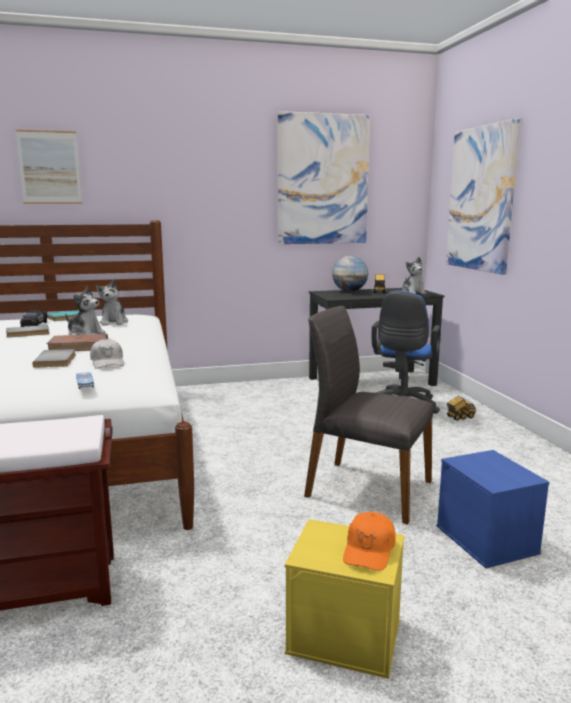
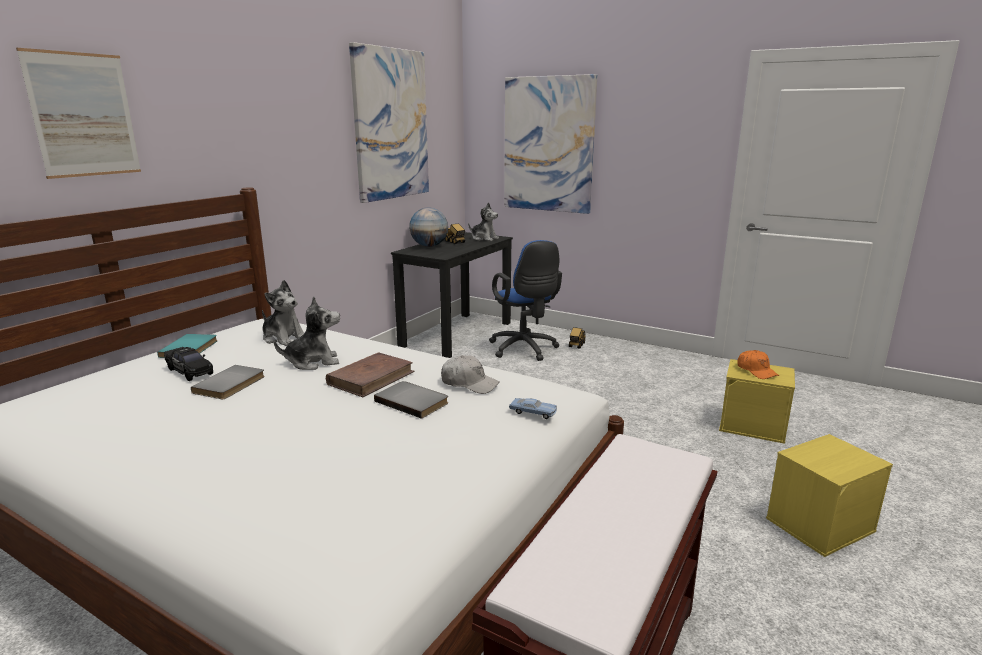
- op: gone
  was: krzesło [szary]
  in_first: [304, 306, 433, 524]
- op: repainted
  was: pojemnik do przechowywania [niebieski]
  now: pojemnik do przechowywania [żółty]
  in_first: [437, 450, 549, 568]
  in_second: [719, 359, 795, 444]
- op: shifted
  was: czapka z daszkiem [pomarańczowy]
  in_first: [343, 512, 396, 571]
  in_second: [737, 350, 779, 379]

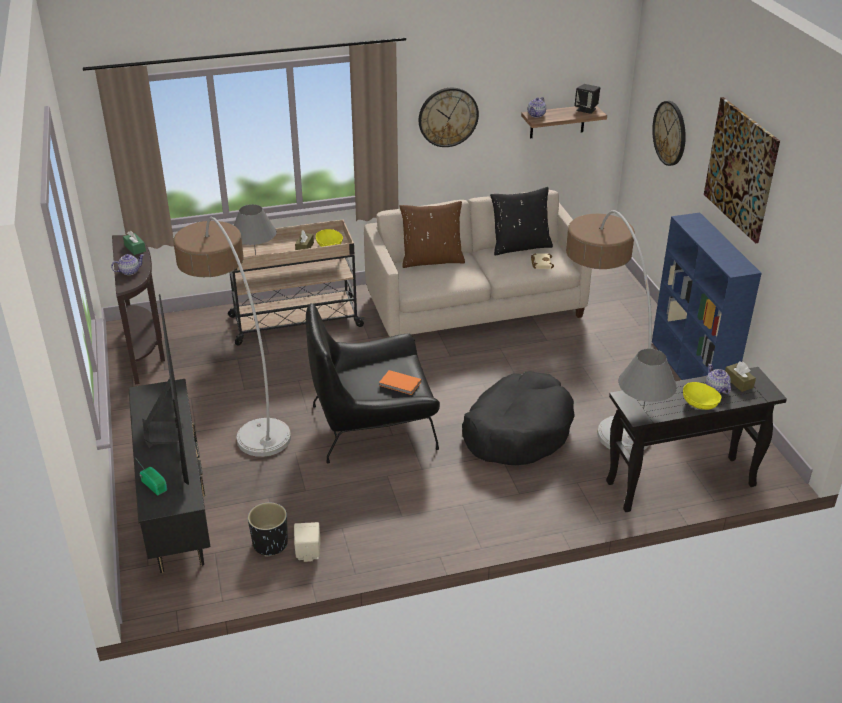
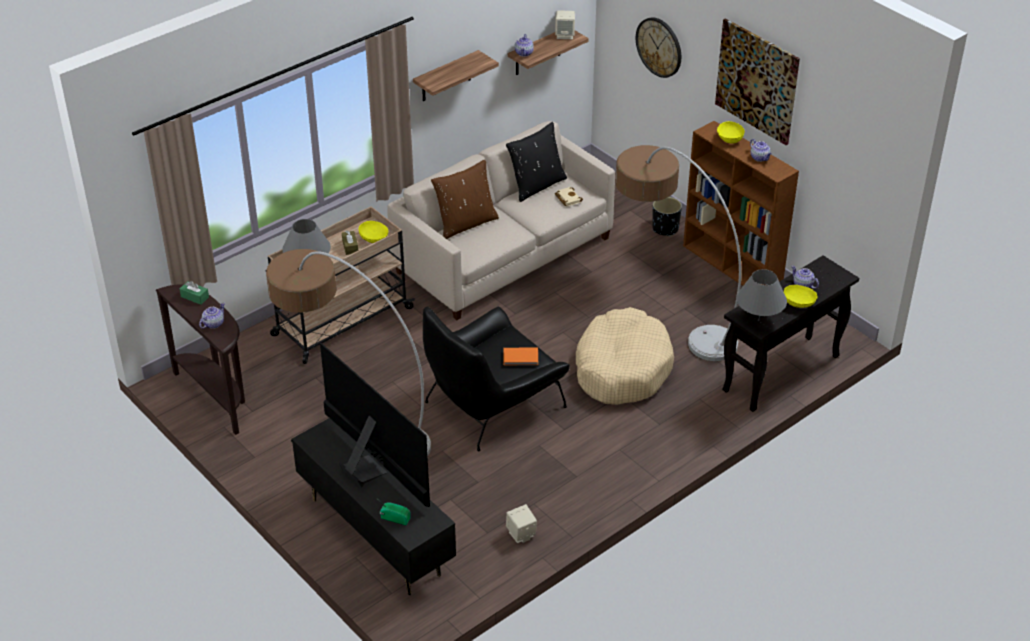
- op: repainted
  was: głośnik [czarny]
  now: głośnik [beżowy]
  in_first: [574, 84, 600, 114]
  in_second: [555, 10, 575, 39]
- op: swapped
  was: zegar ścienny
  now: półka
  in_first: [419, 88, 479, 147]
  in_second: [413, 50, 499, 101]
- op: repainted
  was: regał [niebieski]
  now: regał [brązowy]
  in_first: [652, 212, 762, 380]
  in_second: [683, 121, 799, 286]
- op: gone
  was: pudełko chusteczek [brązowy]
  in_first: [725, 361, 756, 392]
- op: repainted
  was: legowisko [czarny]
  now: legowisko [beżowy]
  in_first: [462, 371, 575, 465]
  in_second: [576, 307, 674, 405]
- op: shifted
  was: donica [czarny]
  in_first: [248, 503, 288, 557]
  in_second: [652, 197, 682, 236]
- op: new
  now: miska [żółty]
  in_second: [717, 121, 745, 143]
- op: new
  now: imbryk
  in_second: [750, 139, 772, 162]

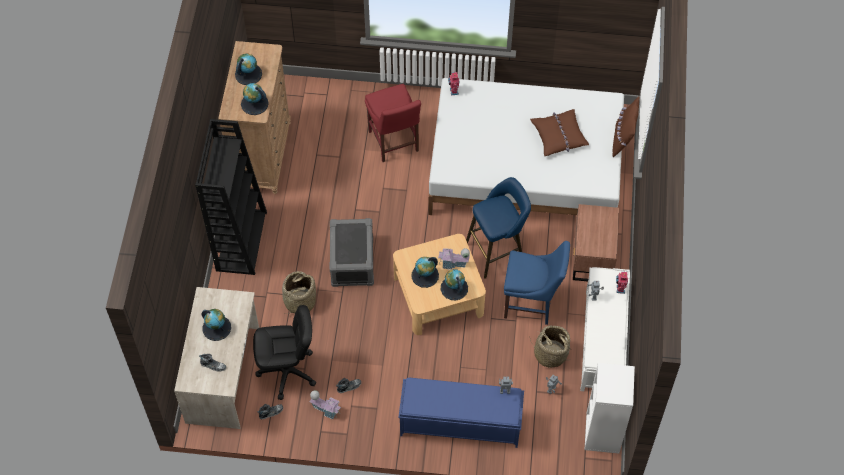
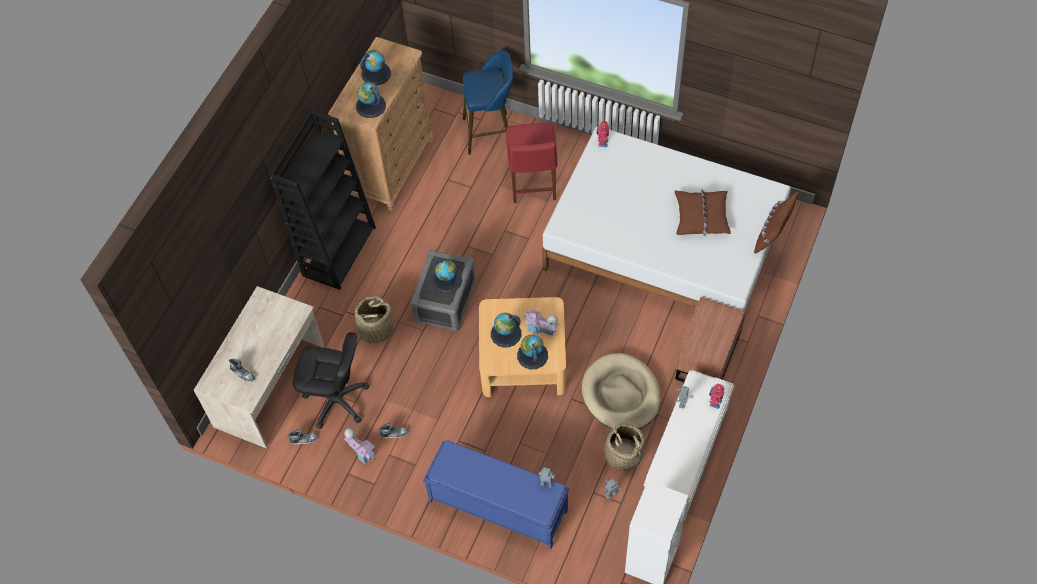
- op: shifted
  was: stołek [niebieski]
  in_first: [466, 177, 531, 279]
  in_second: [463, 50, 513, 155]
- op: swapped
  was: krzesło [niebieski]
  now: legowisko [beżowy]
  in_first: [504, 241, 570, 325]
  in_second: [582, 353, 661, 429]
- op: shifted
  was: globus
  in_first: [202, 309, 231, 341]
  in_second: [432, 258, 462, 294]

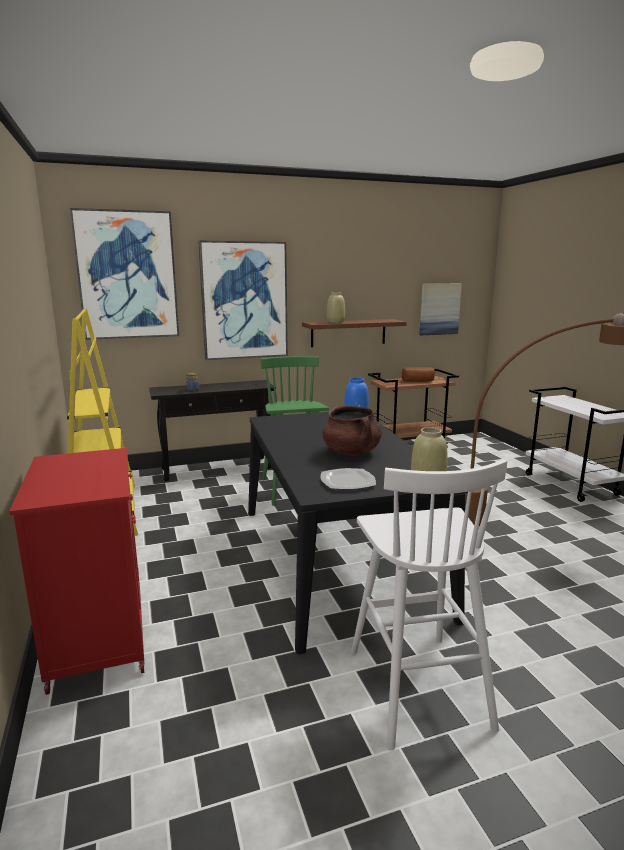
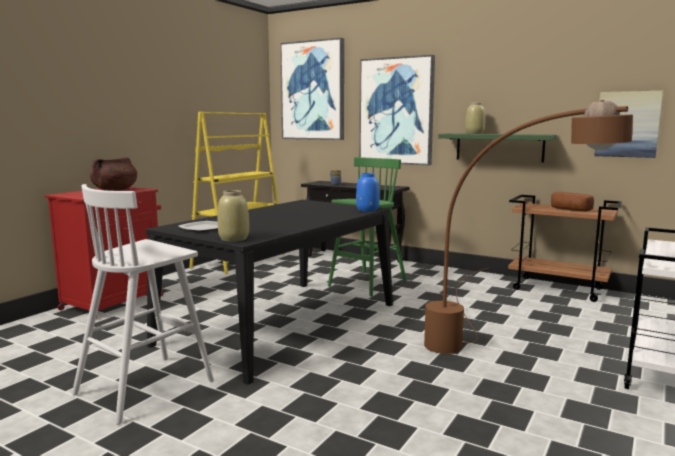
- op: repainted
  was: półka [brązowy]
  now: półka [zielony]
  in_first: [302, 319, 407, 347]
  in_second: [438, 133, 557, 163]
- op: shifted
  was: garnek [brązowy]
  in_first: [322, 405, 382, 456]
  in_second: [90, 157, 137, 191]

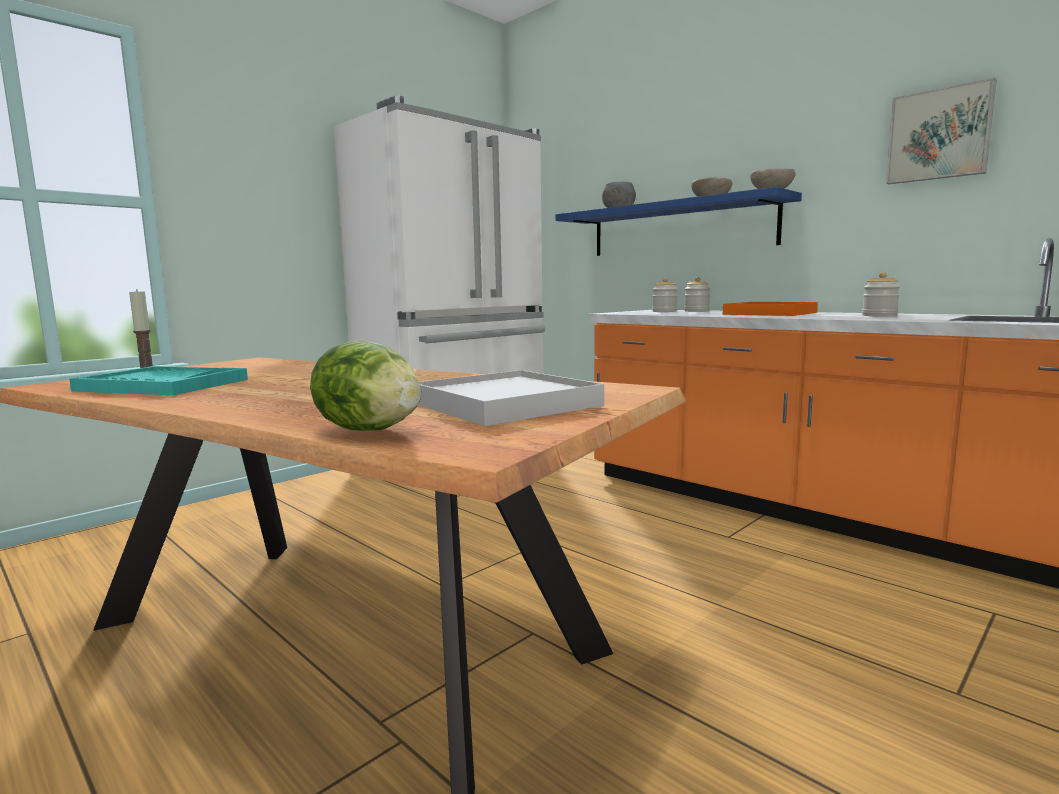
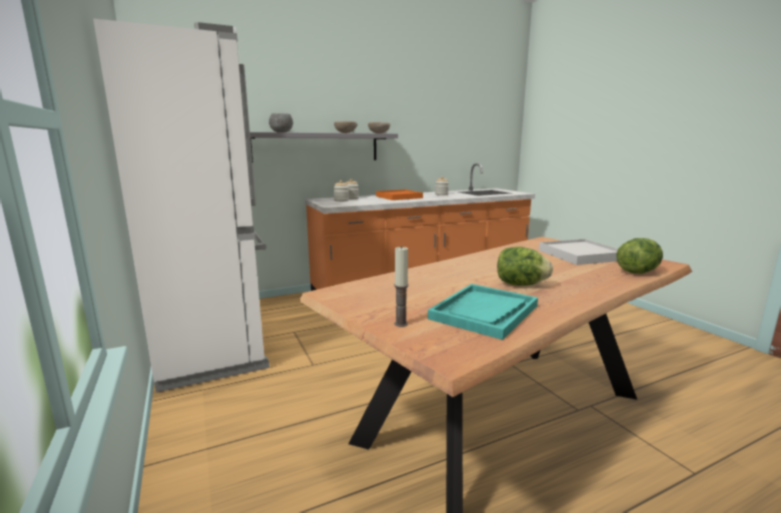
- op: gone
  was: obraz
  in_first: [886, 77, 996, 184]
- op: repainted
  was: półka [niebieski]
  now: półka [szary]
  in_first: [556, 187, 802, 256]
  in_second: [250, 132, 398, 163]
- op: new
  now: sałata
  in_second: [497, 247, 553, 286]

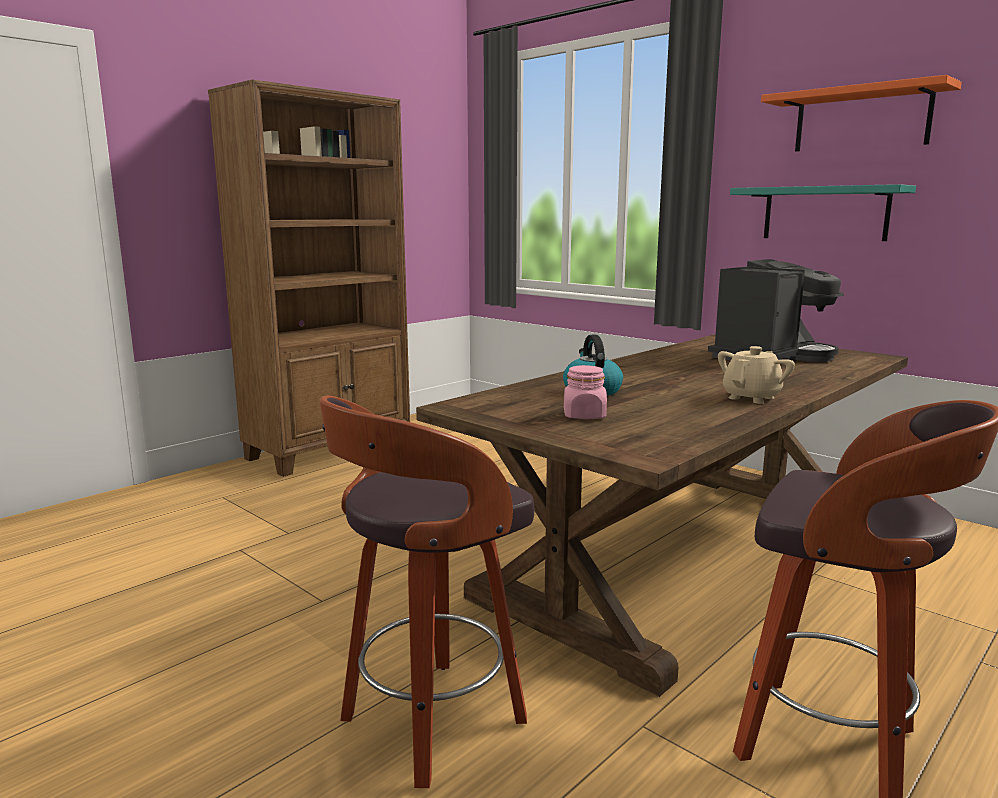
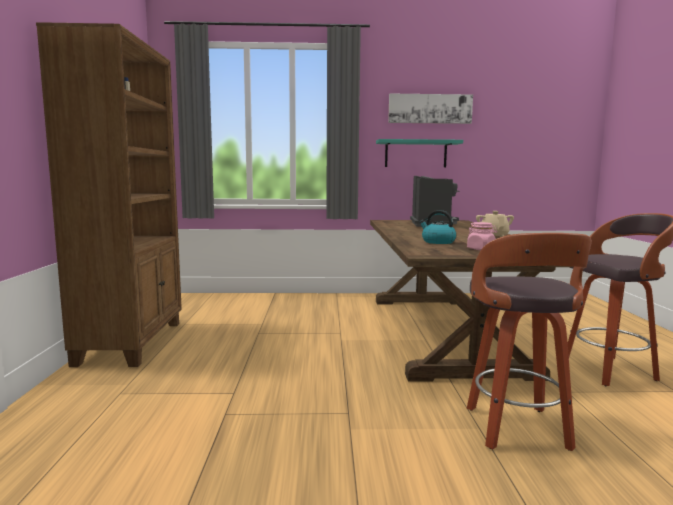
- op: swapped
  was: półka [pomarańczowy]
  now: obraz
  in_first: [761, 75, 962, 152]
  in_second: [388, 94, 473, 124]

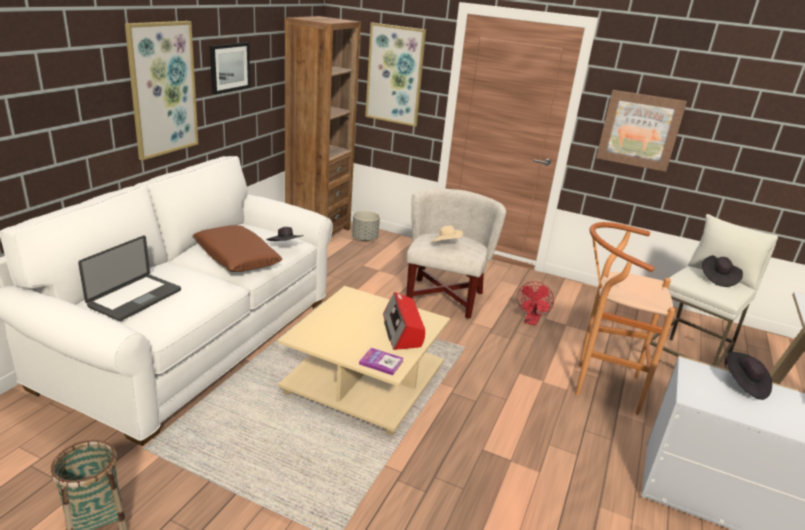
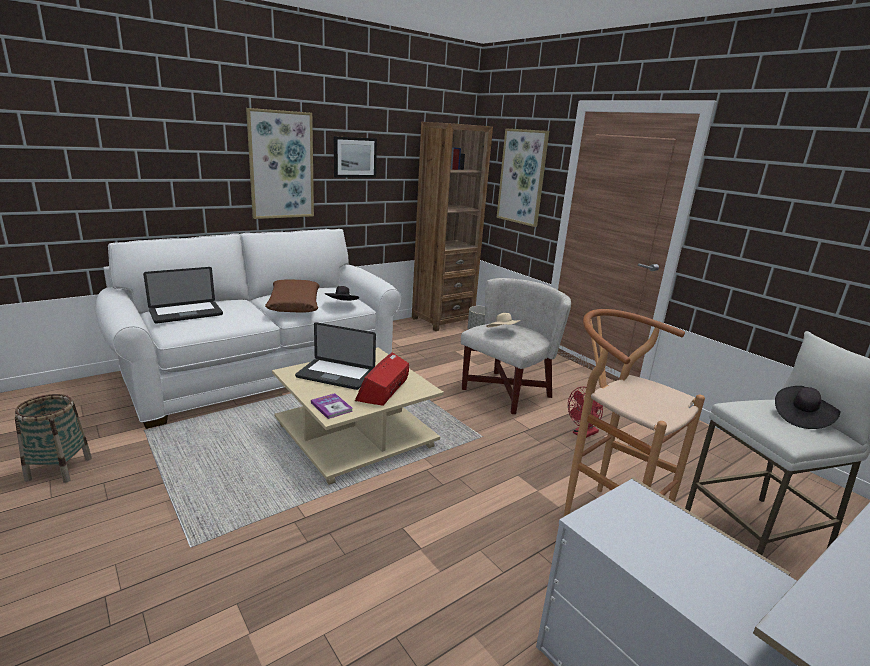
- op: gone
  was: obraz
  in_first: [596, 90, 687, 172]
- op: gone
  was: kapelusz [czarny]
  in_first: [727, 352, 772, 400]
- op: new
  now: laptop
  in_second: [295, 322, 376, 390]

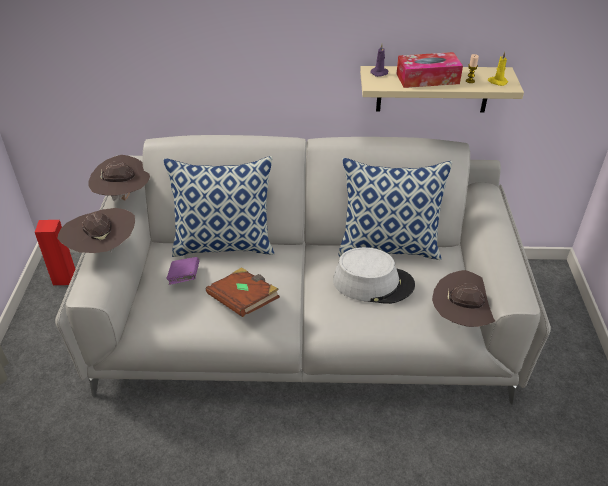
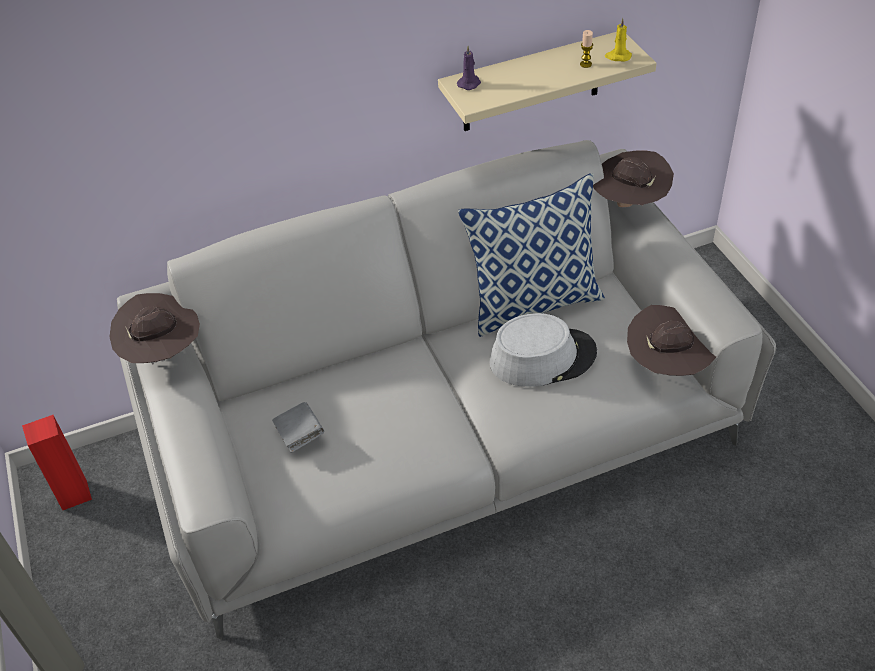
- op: gone
  was: pudełko chusteczek
  in_first: [396, 52, 463, 88]
- op: gone
  was: poduszka
  in_first: [163, 156, 274, 257]
- op: shifted
  was: kapelusz [brązowy]
  in_first: [57, 208, 135, 255]
  in_second: [593, 151, 674, 207]
- op: repainted
  was: książka [fioletowy]
  now: książka [szary]
  in_first: [166, 257, 199, 285]
  in_second: [272, 402, 324, 453]
- op: gone
  was: książka [brązowy]
  in_first: [206, 267, 280, 317]

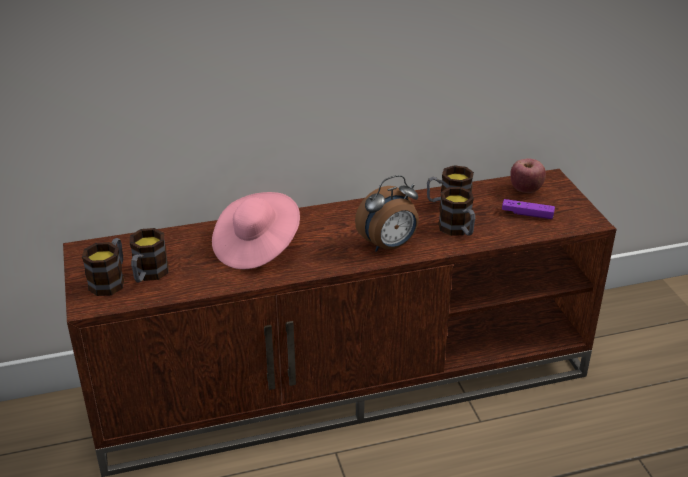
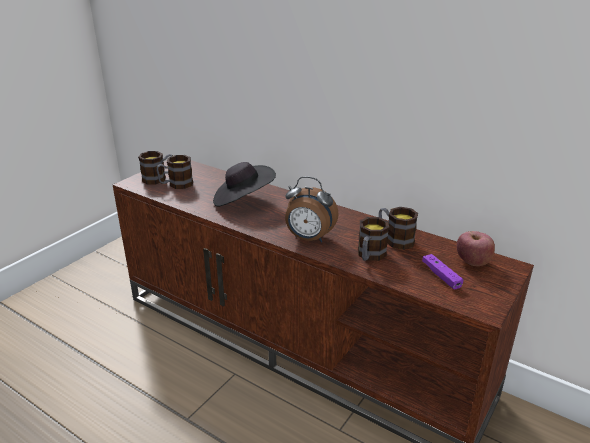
- op: repainted
  was: kapelusz [różowy]
  now: kapelusz [czarny]
  in_first: [212, 192, 300, 269]
  in_second: [213, 162, 276, 206]

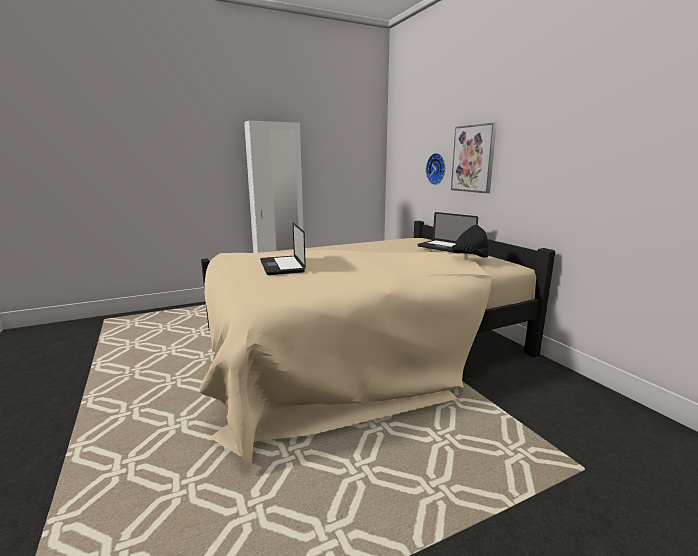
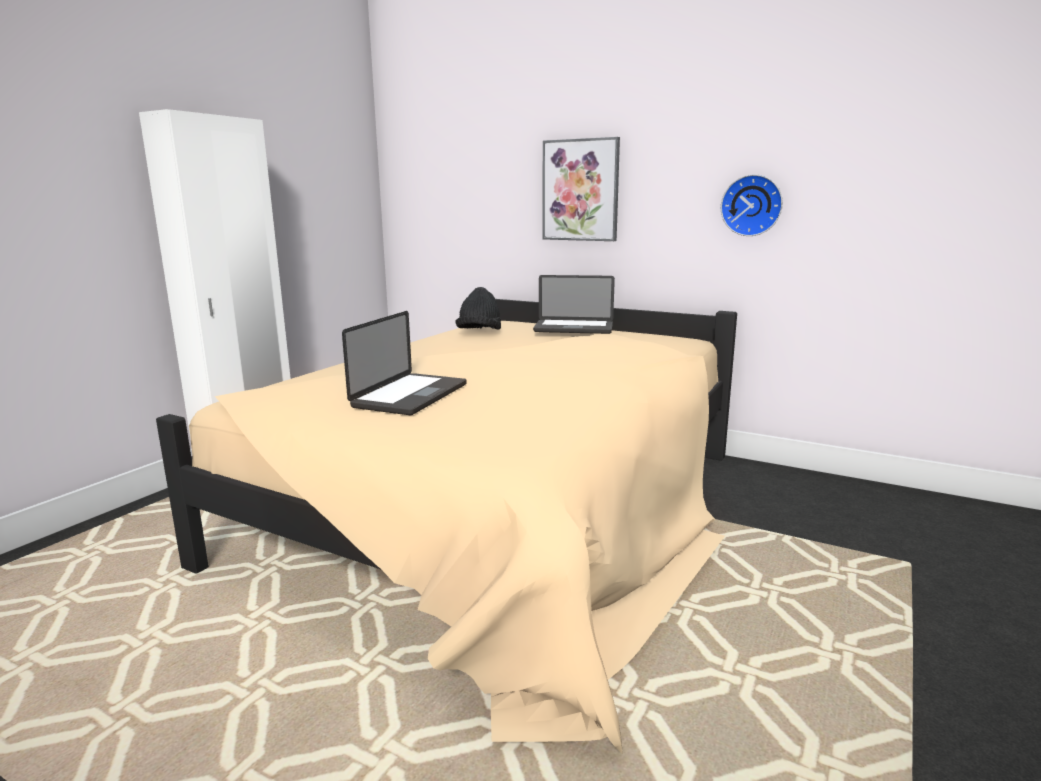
- op: shifted
  was: zegar ścienny
  in_first: [426, 153, 445, 185]
  in_second: [721, 174, 783, 236]
- op: rotated
  was: laptop
  in_first: [260, 223, 306, 275]
  in_second: [342, 311, 467, 415]
  clockwise: -105
- op: shifted
  was: kapelusz [czarny]
  in_first: [452, 225, 489, 258]
  in_second: [455, 287, 501, 330]

